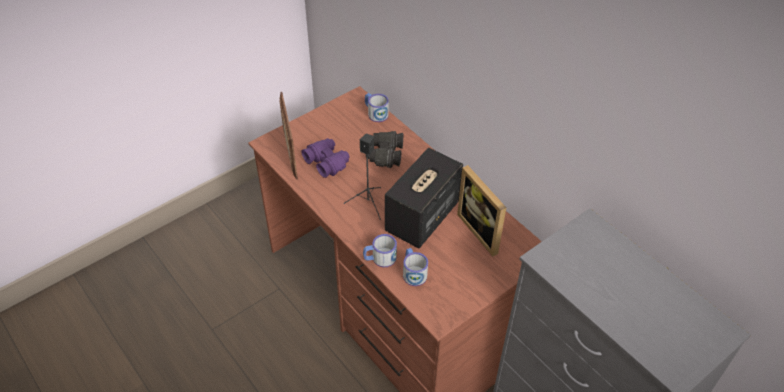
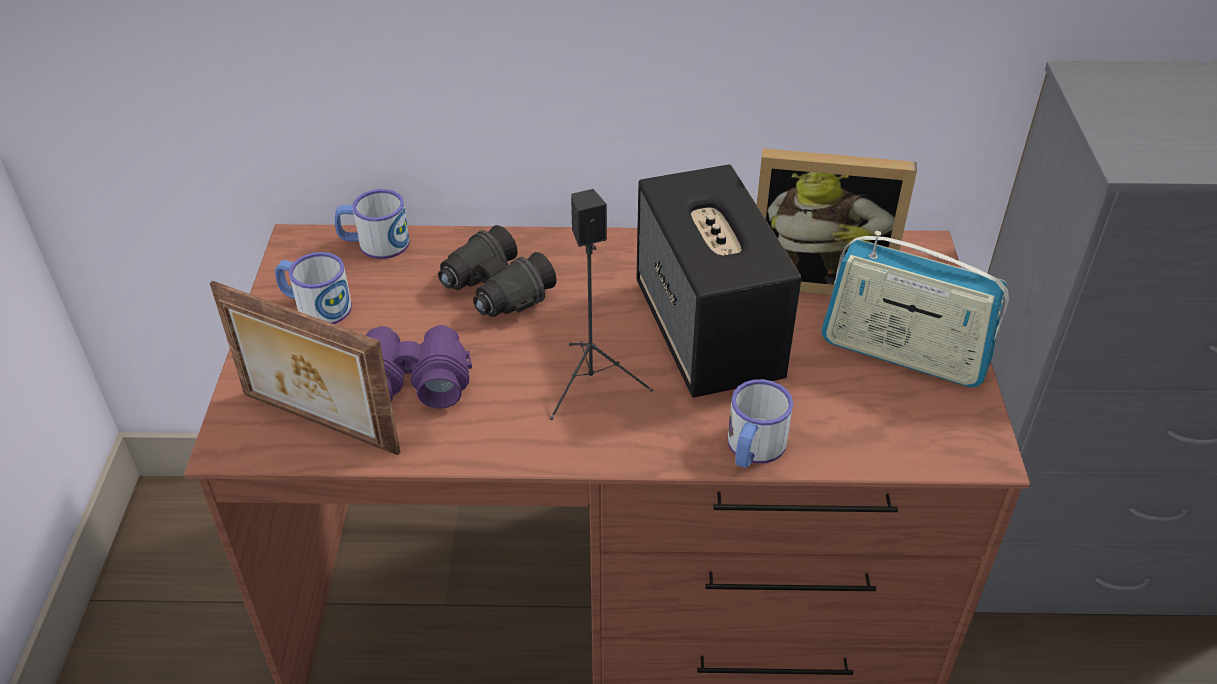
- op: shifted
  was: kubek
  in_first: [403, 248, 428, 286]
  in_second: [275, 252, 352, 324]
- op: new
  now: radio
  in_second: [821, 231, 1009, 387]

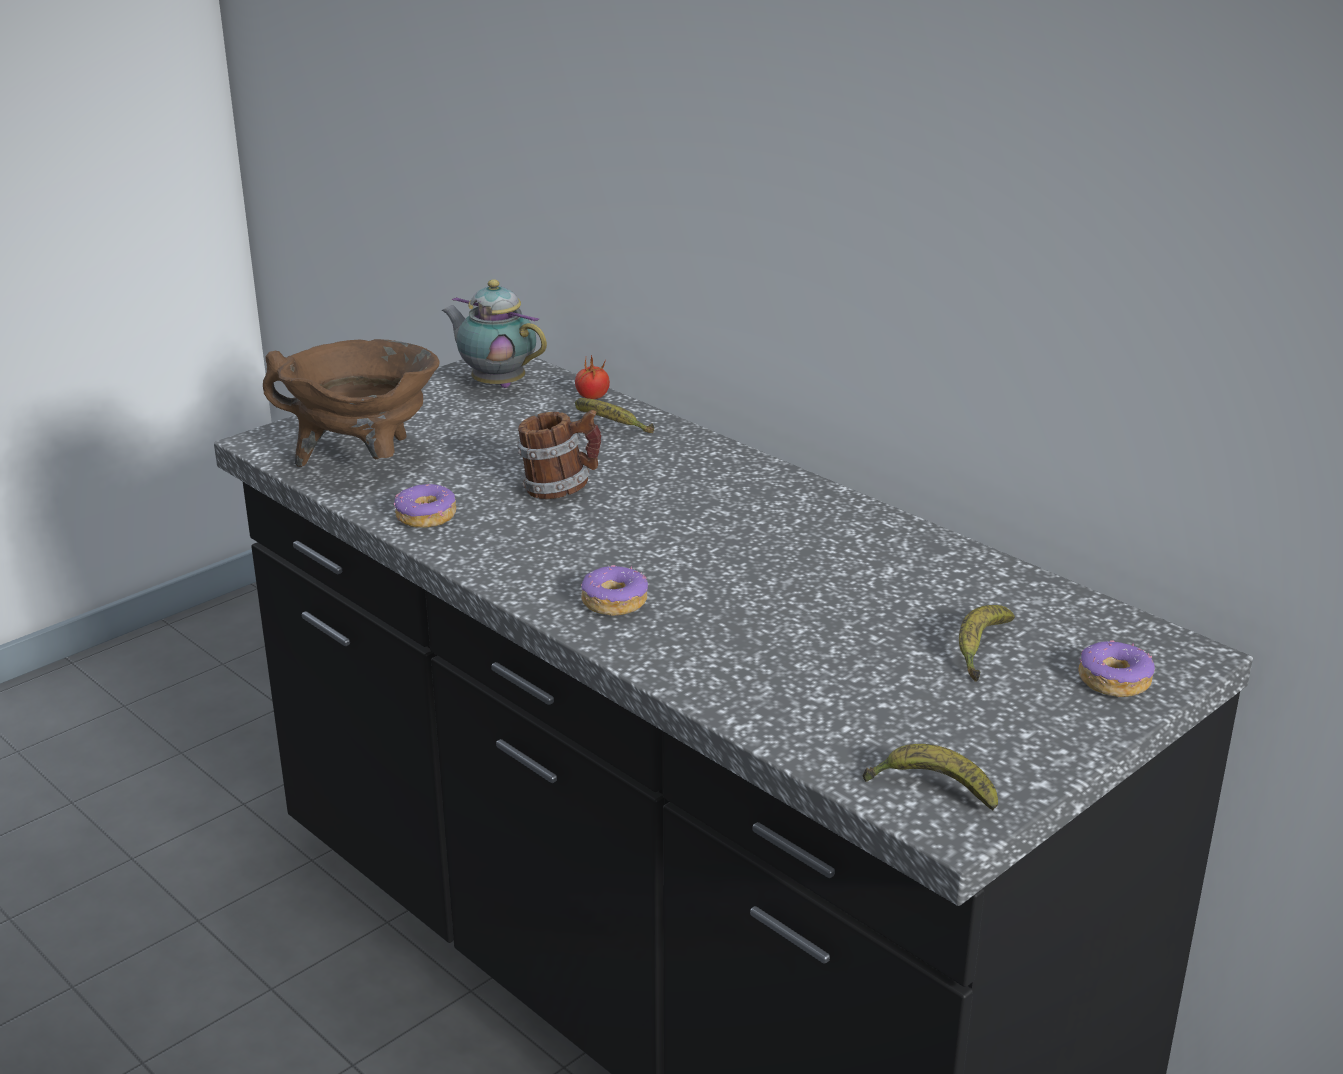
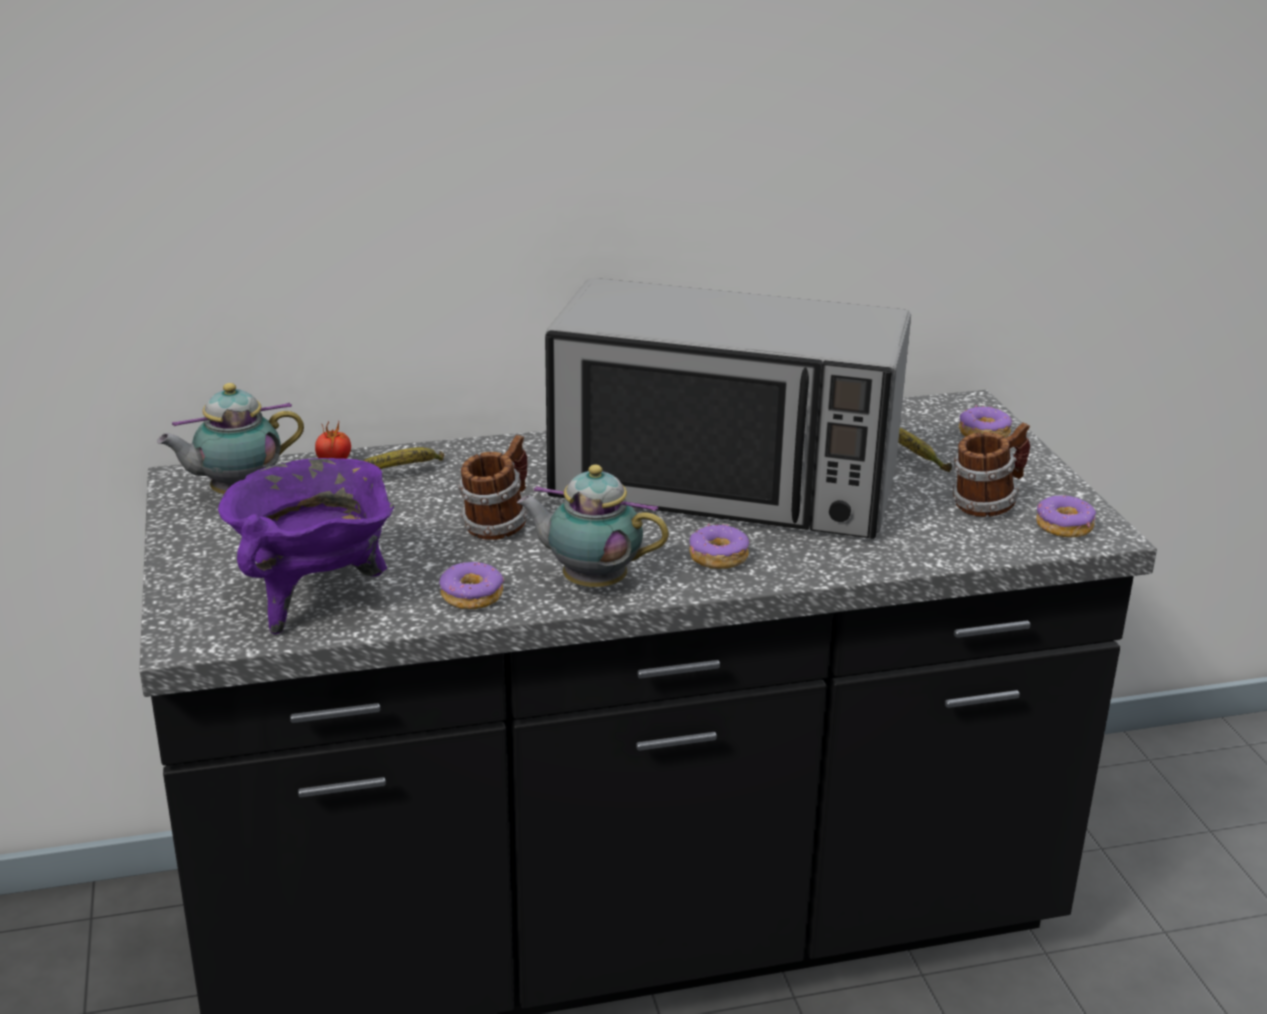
- op: repainted
  was: garnek [brązowy]
  now: garnek [fioletowy]
  in_first: [263, 339, 440, 467]
  in_second: [218, 458, 394, 634]
- op: swapped
  was: banan
  now: donut
  in_first: [863, 744, 998, 811]
  in_second: [1036, 495, 1096, 537]
- op: new
  now: mikrofalówka
  in_second: [545, 278, 911, 539]
- op: new
  now: kubek
  in_second: [953, 423, 1030, 517]
- op: new
  now: imbryk
  in_second: [517, 465, 669, 587]

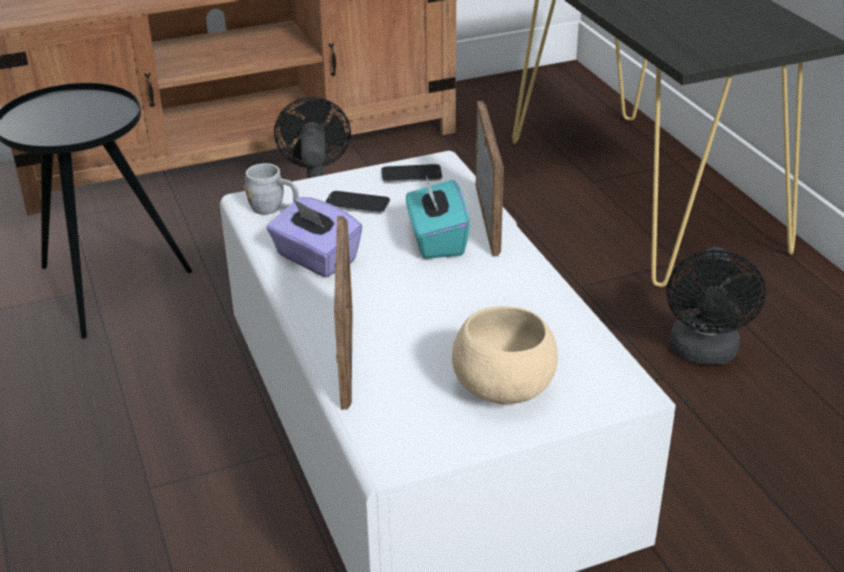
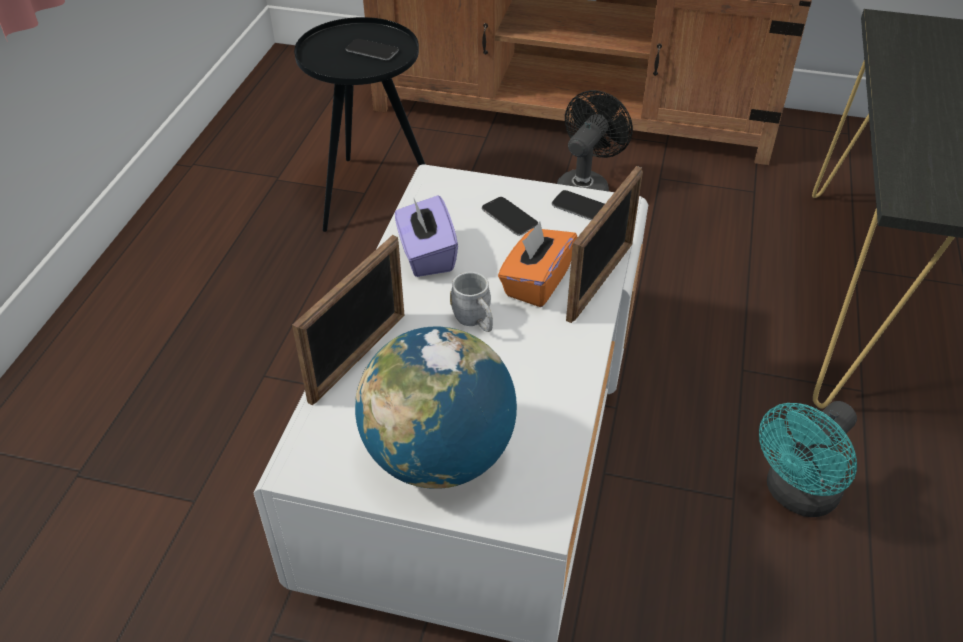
- op: shifted
  was: kubek [szary]
  in_first: [245, 163, 299, 215]
  in_second: [450, 272, 493, 332]
- op: repainted
  was: pudełko chusteczek [turkusowy]
  now: pudełko chusteczek [pomarańczowy]
  in_first: [406, 176, 470, 259]
  in_second: [498, 222, 577, 307]
- op: repainted
  was: wentylator [czarny]
  now: wentylator [turkusowy]
  in_first: [666, 247, 766, 365]
  in_second: [759, 401, 857, 517]
- op: swapped
  was: miska [beżowy]
  now: globus
  in_first: [452, 306, 558, 404]
  in_second: [355, 326, 517, 489]
- op: new
  now: telefon
  in_second: [346, 39, 399, 60]

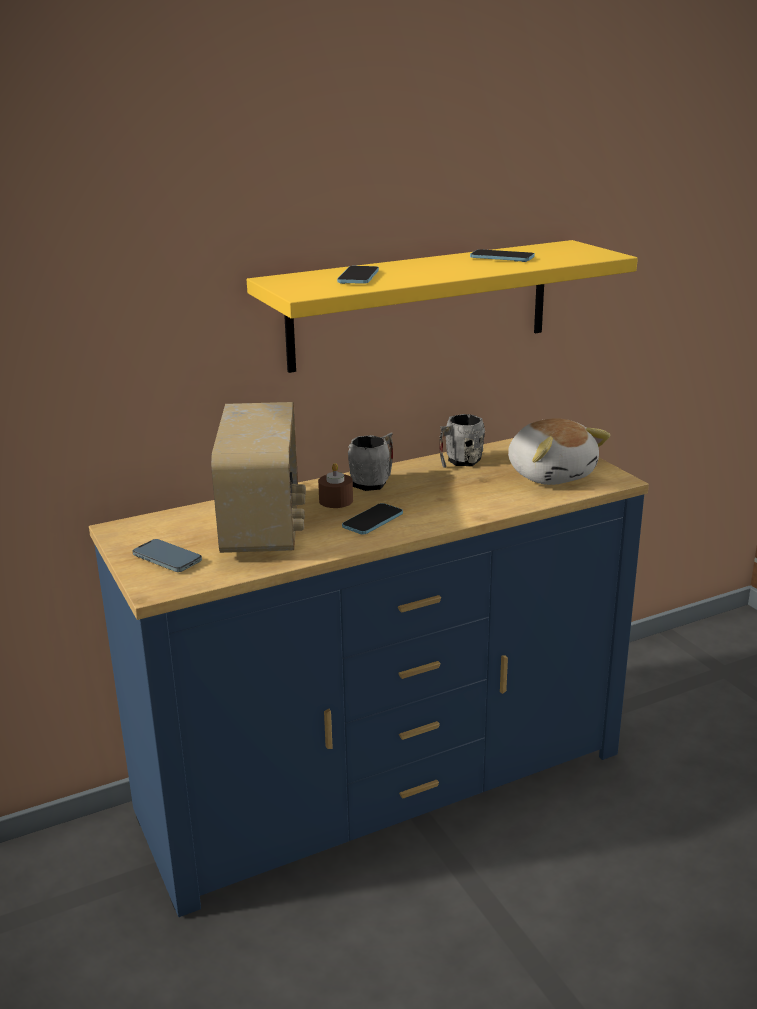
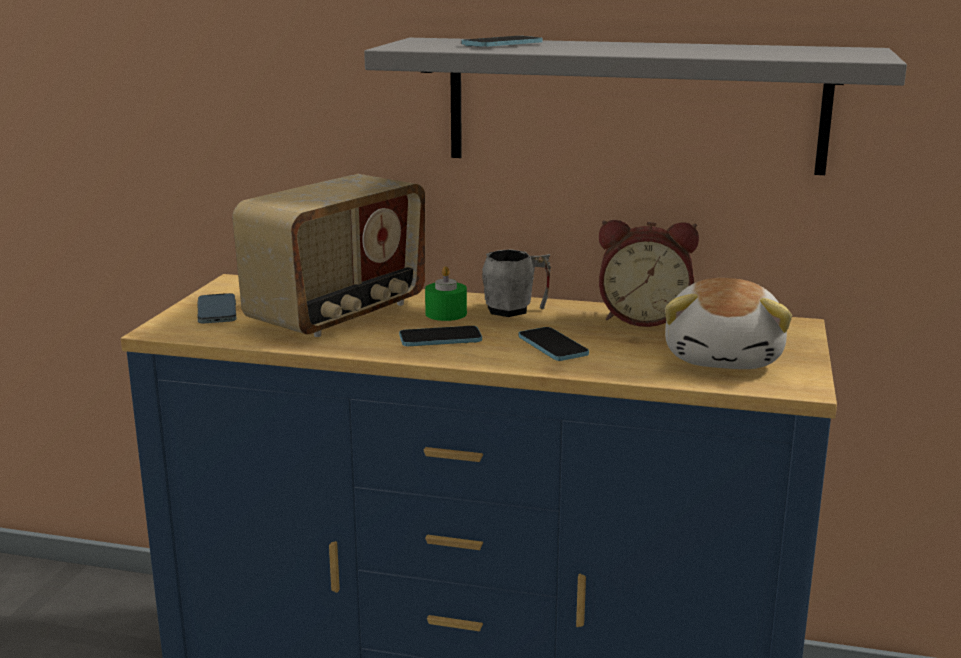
- op: repainted
  was: półka [żółty]
  now: półka [szary]
  in_first: [247, 240, 638, 373]
  in_second: [364, 38, 907, 175]
- op: shifted
  was: telefon
  in_first: [470, 249, 535, 262]
  in_second: [519, 327, 589, 361]
- op: swapped
  was: kubek [szary]
  now: budzik
  in_first: [439, 414, 485, 468]
  in_second: [599, 220, 699, 327]
- op: repainted
  was: świeca [brązowy]
  now: świeca [zielony]
  in_first: [318, 463, 353, 508]
  in_second: [425, 266, 467, 321]

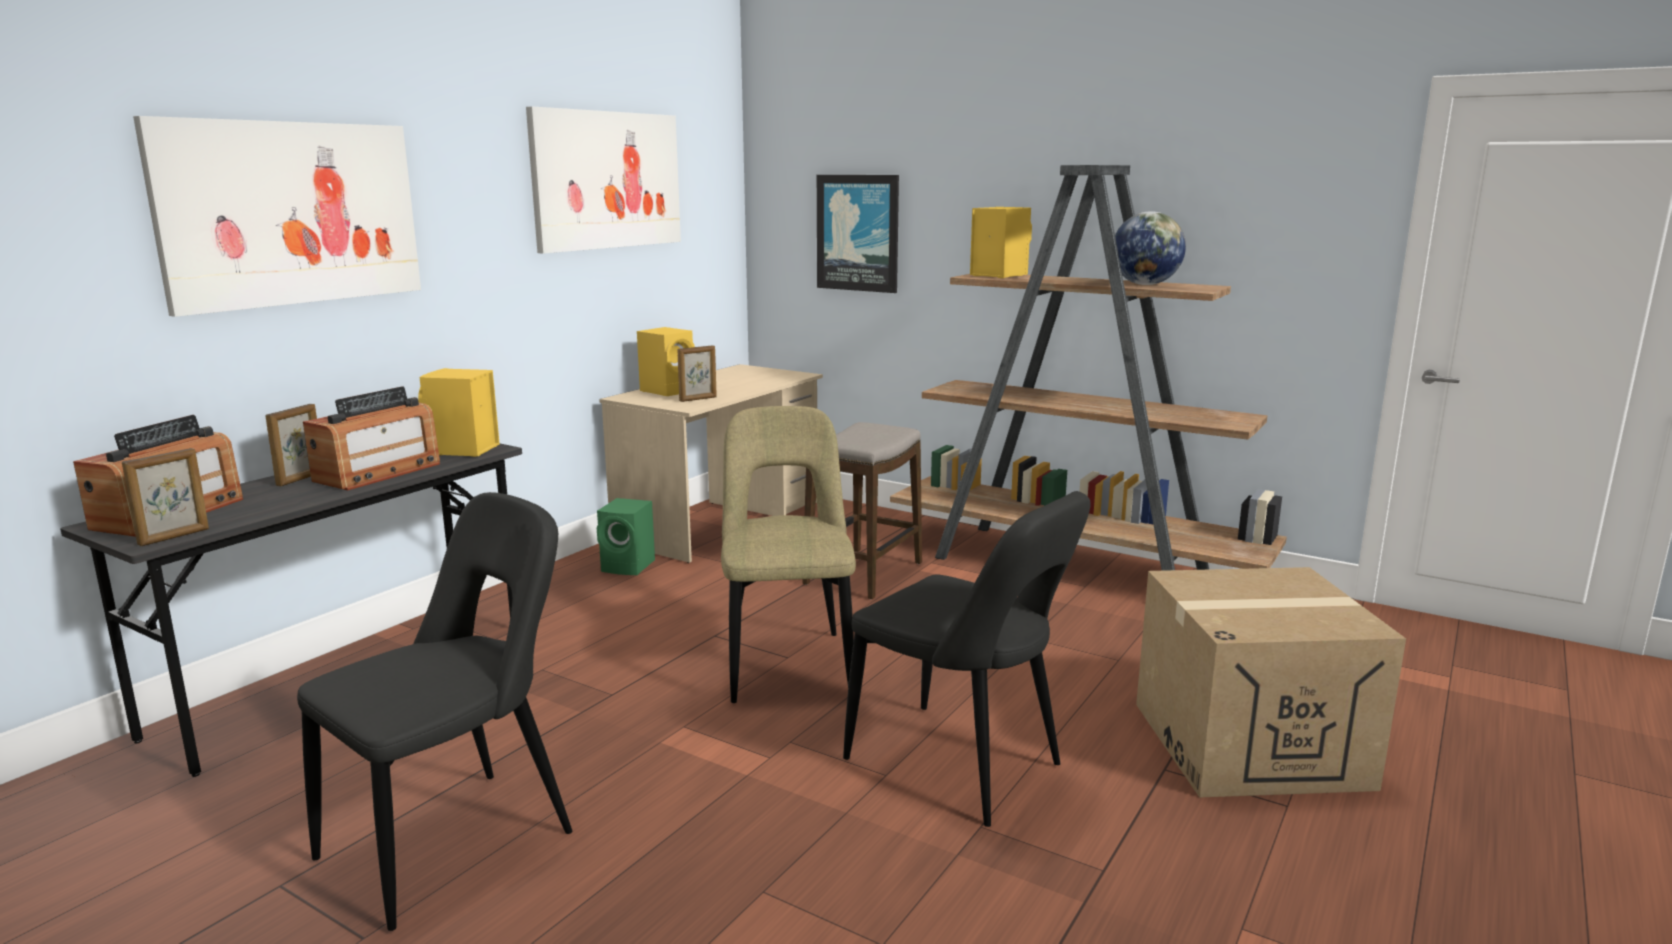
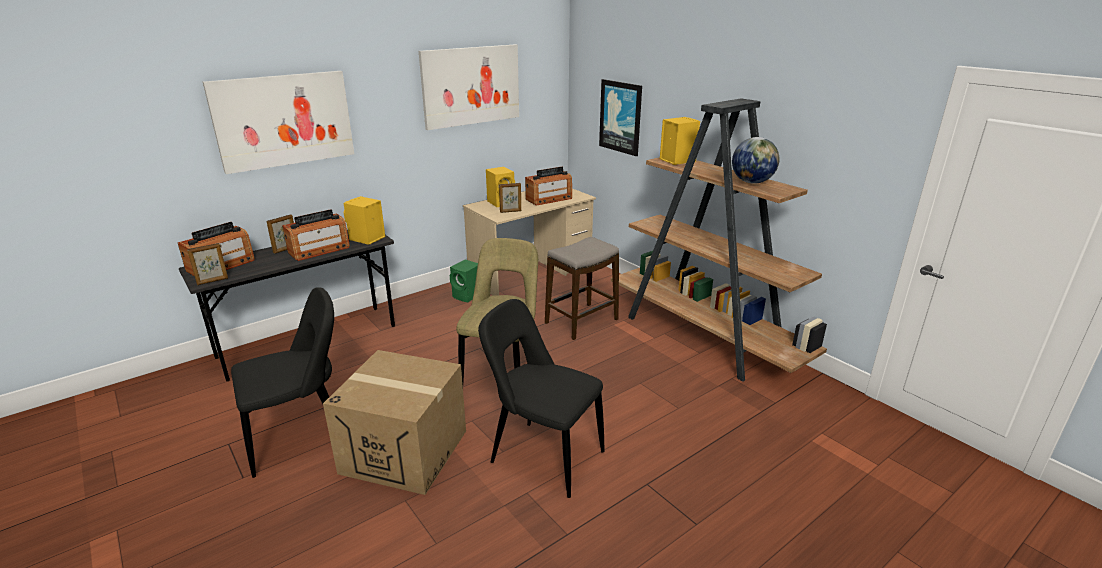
- op: rotated
  was: krzesło [czarny]
  in_first: [843, 491, 1091, 827]
  in_second: [478, 299, 604, 498]
  clockwise: 150
- op: shifted
  was: karton
  in_first: [1136, 567, 1406, 798]
  in_second: [323, 350, 466, 495]
- op: new
  now: radio
  in_second: [525, 167, 572, 206]

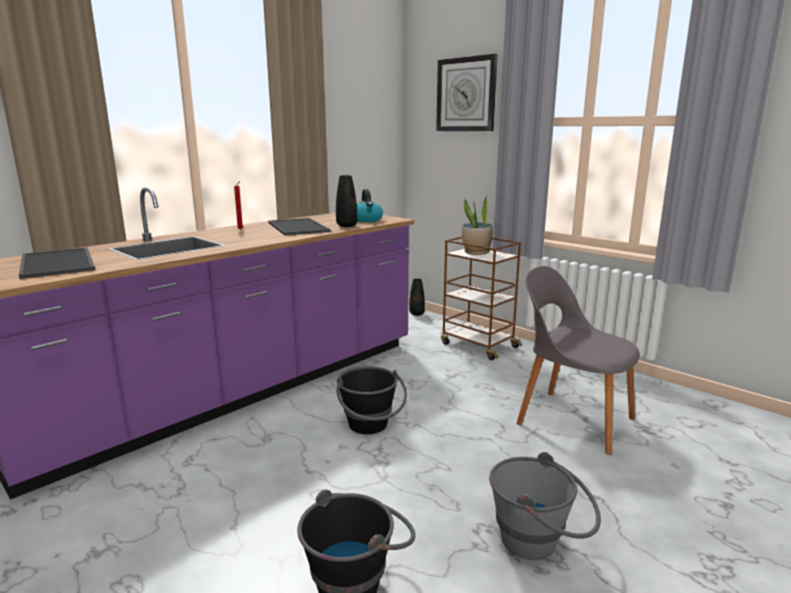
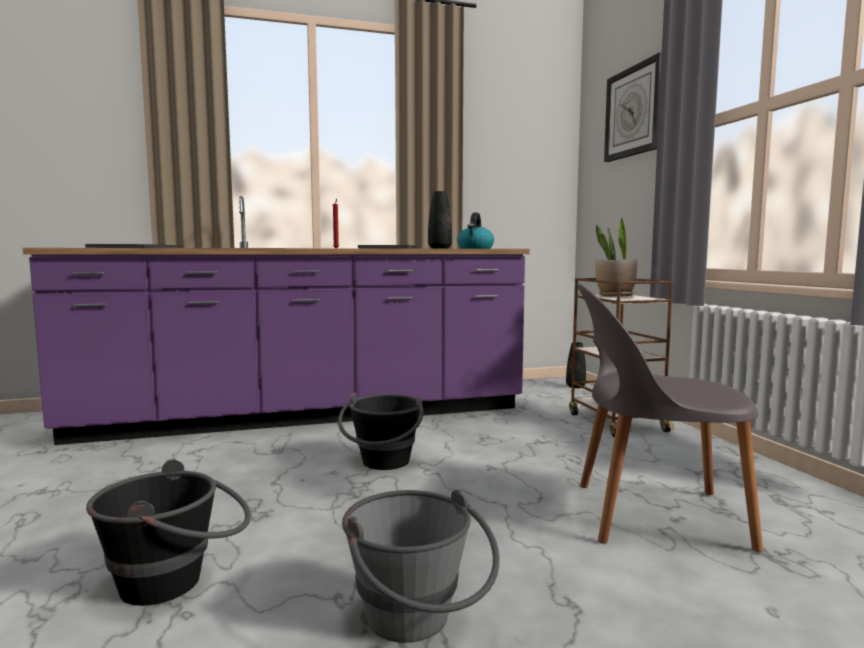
- op: rotated
  was: krzesło [szary]
  in_first: [516, 266, 640, 455]
  in_second: [577, 284, 763, 552]
  clockwise: -60

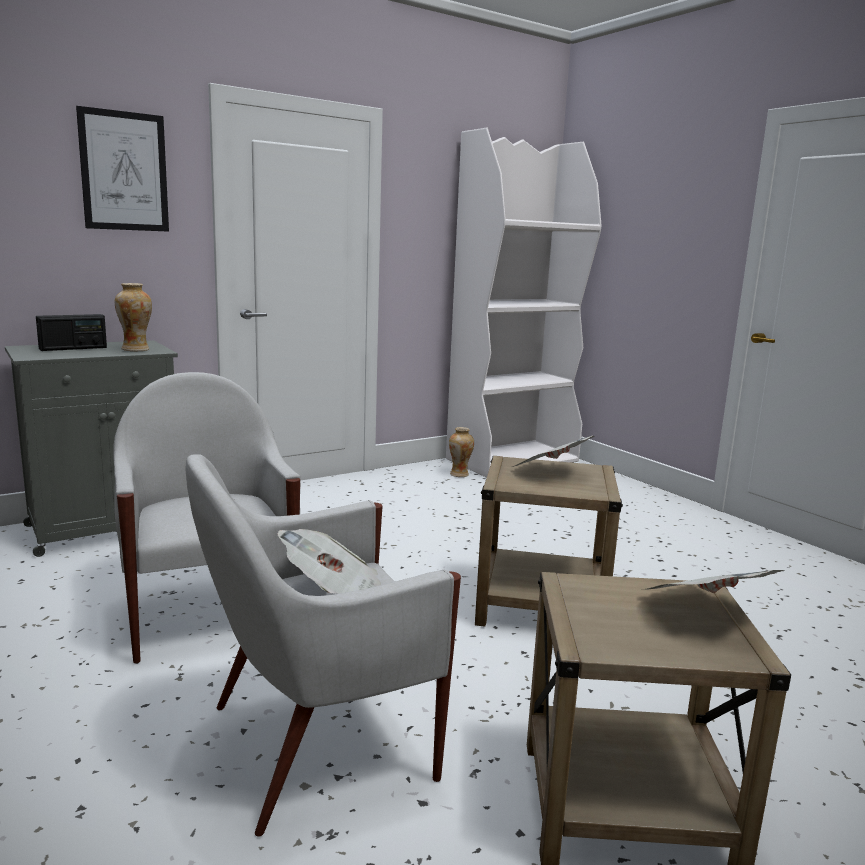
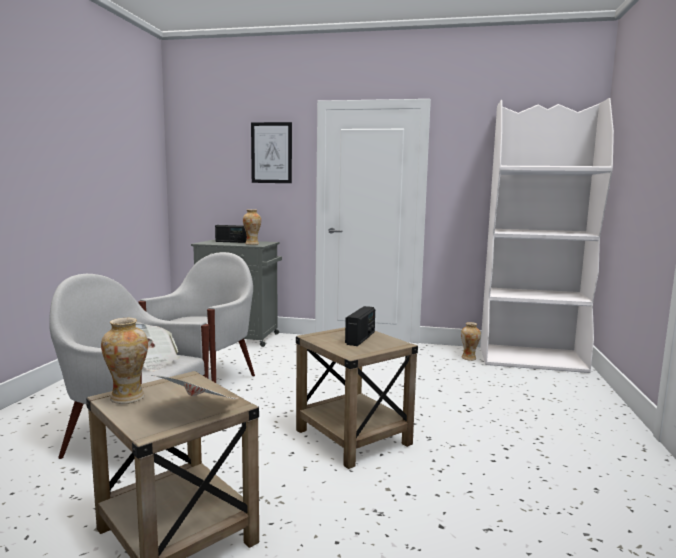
- op: swapped
  was: gazeta
  now: radio
  in_first: [512, 435, 594, 467]
  in_second: [345, 306, 375, 346]
- op: new
  now: wazon
  in_second: [101, 318, 148, 404]

